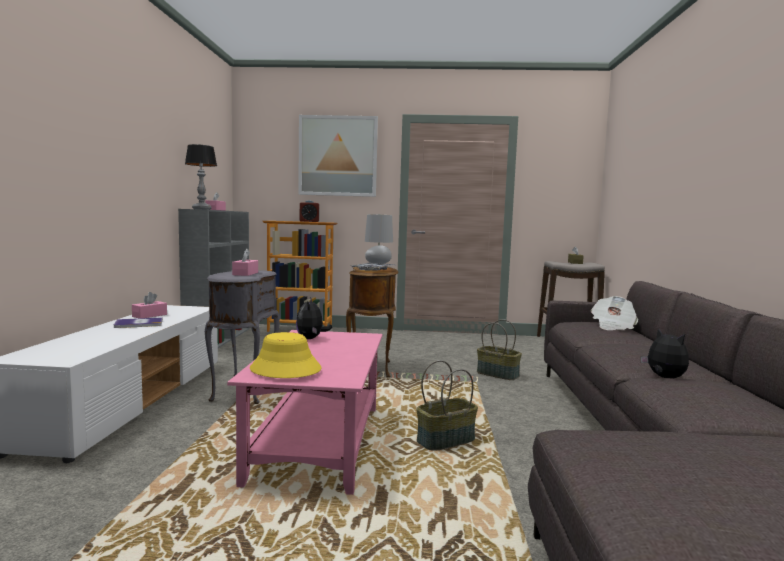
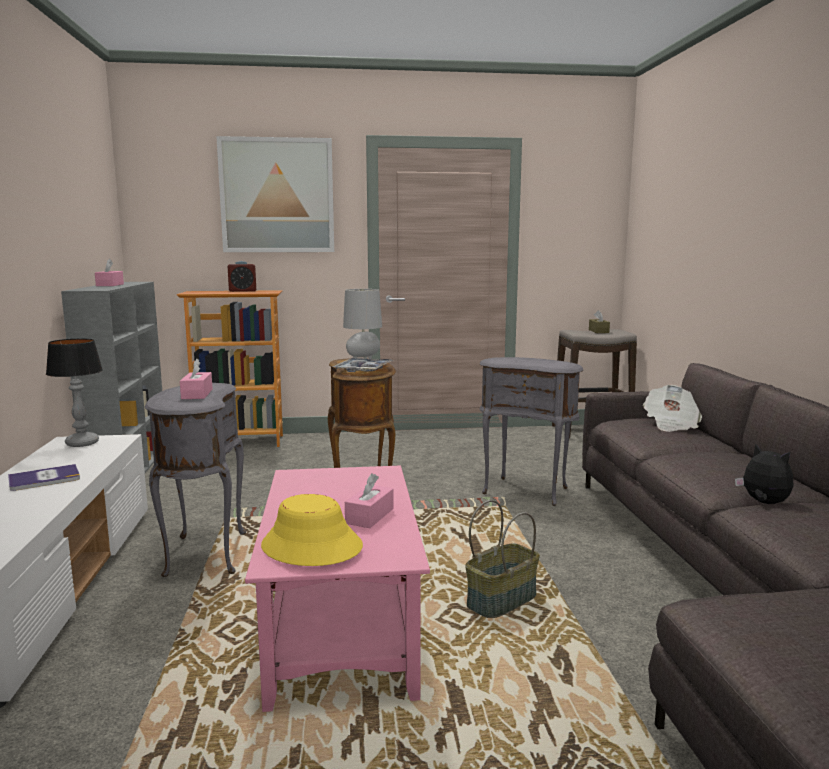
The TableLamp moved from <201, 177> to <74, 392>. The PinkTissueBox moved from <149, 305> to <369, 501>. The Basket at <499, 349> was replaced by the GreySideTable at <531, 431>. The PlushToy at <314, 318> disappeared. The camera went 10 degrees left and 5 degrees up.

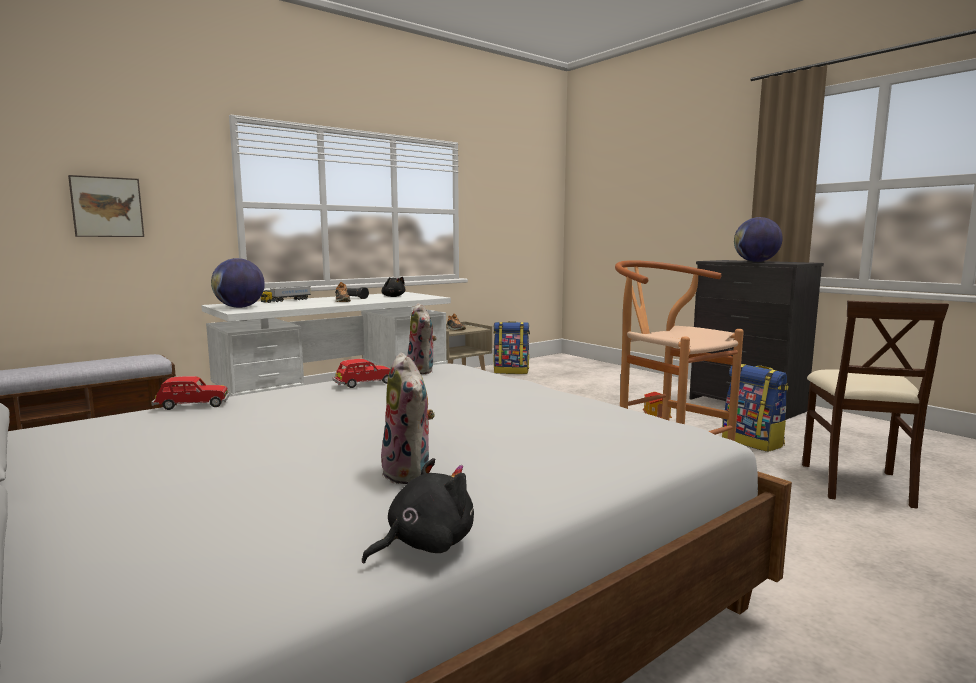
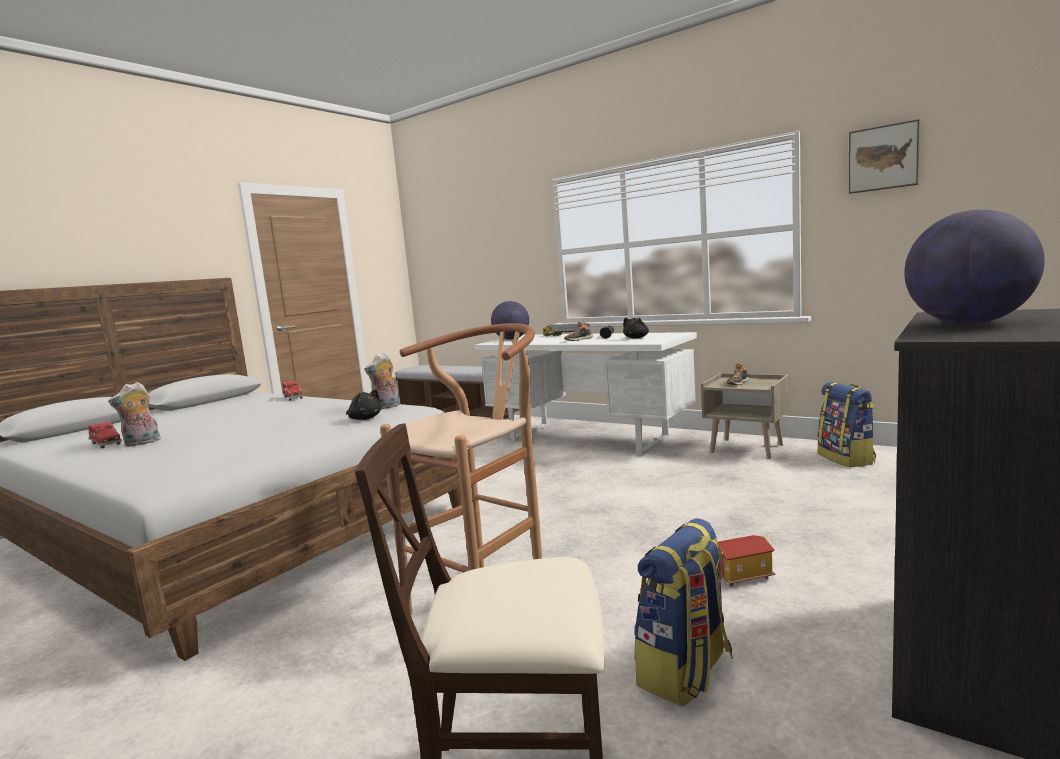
The RedToyCar moved from <361, 373> to <105, 435>. The BlackPlushToy moved from <418, 510> to <364, 404>. The Picture moved from <106, 206> to <884, 156>. The camera went 75 degrees right and 0 degrees up.

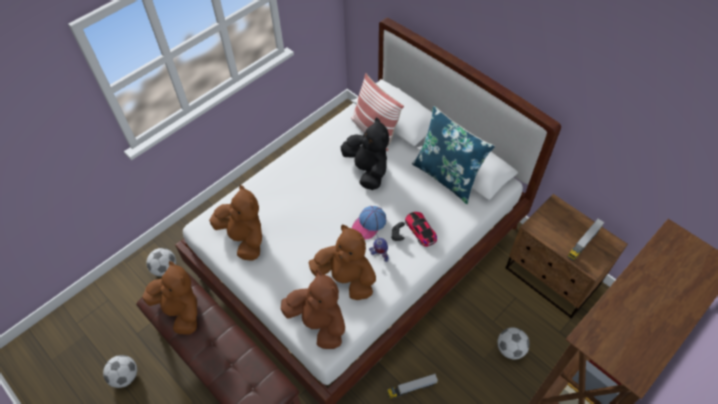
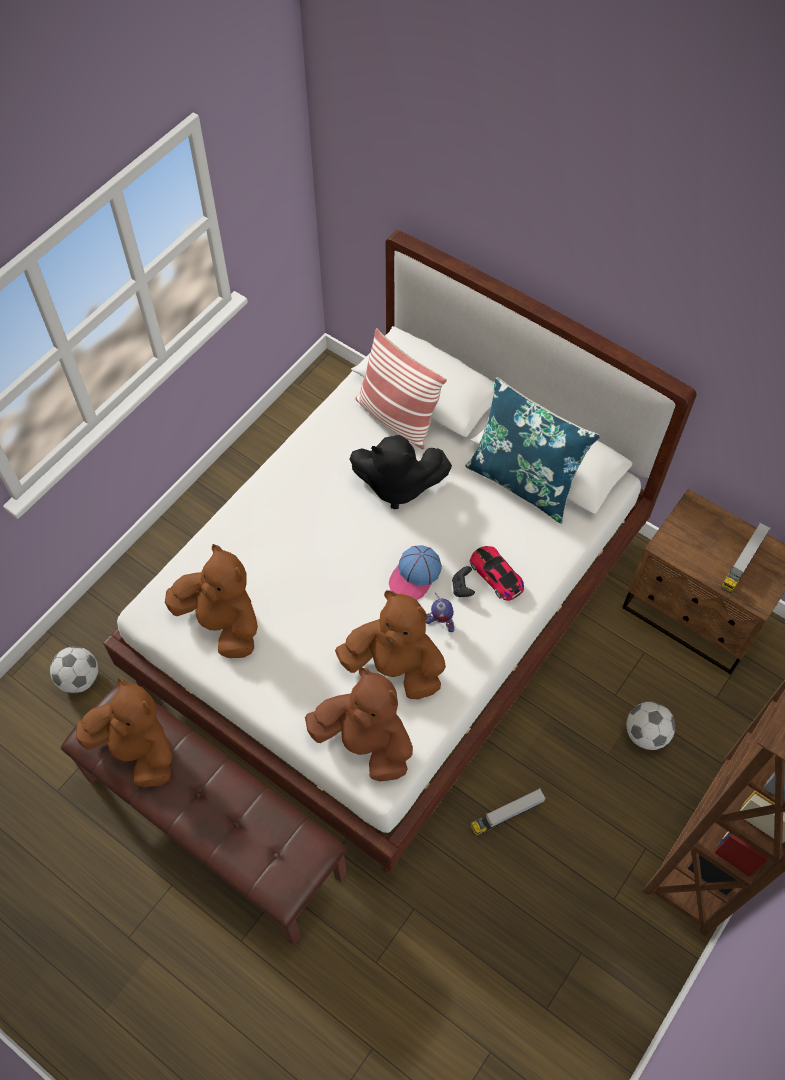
The BlackPlushToy at <365, 153> turned 135 degrees clockwise. The Football at <120, 371> disappeared. The camera went 10 degrees left and 5 degrees up.

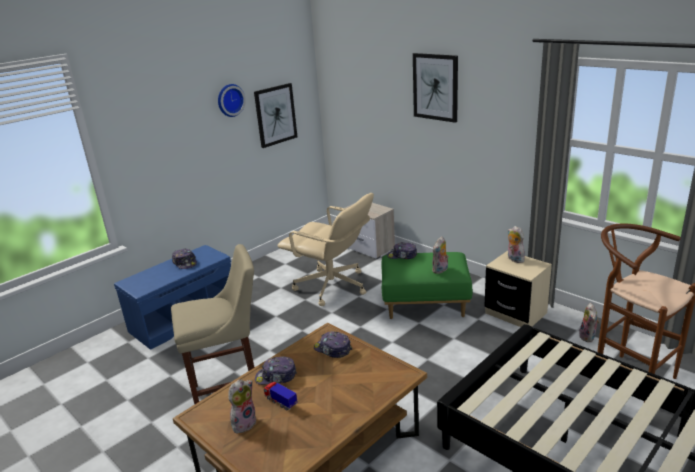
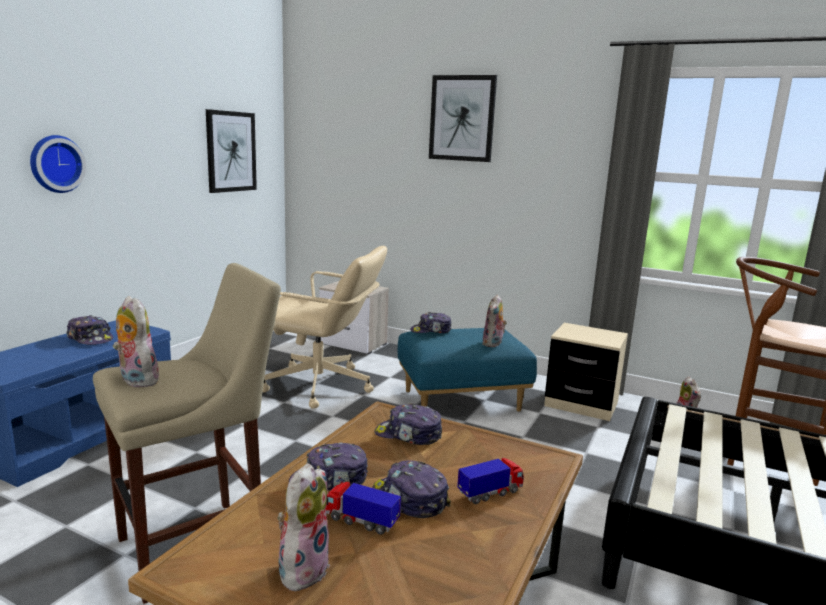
The WallClock moved from <232, 100> to <58, 164>. The PlushToy moved from <516, 244> to <136, 342>. The Cap at <411, 489> appeared. The GreenOttoman at <427, 285> became the BlueOttoman at <467, 370>. The ToyTruck at <490, 481> appeared. The camera went 20 degrees left and 10 degrees down.

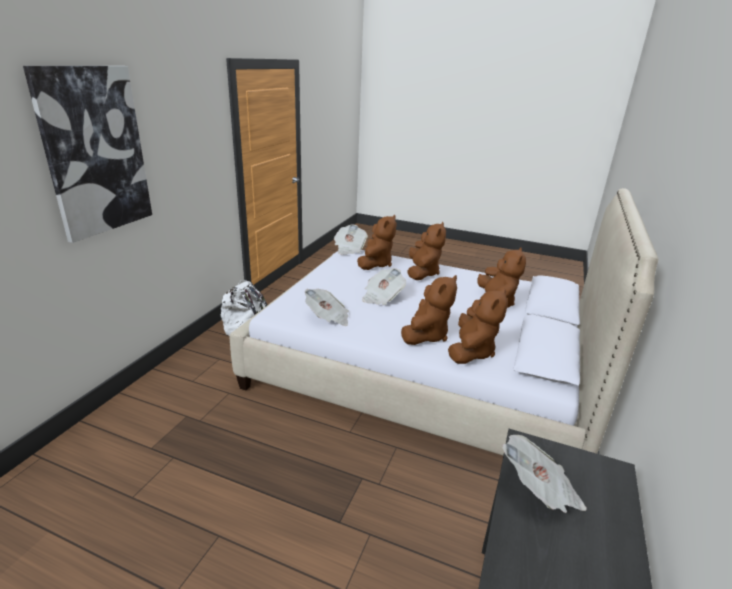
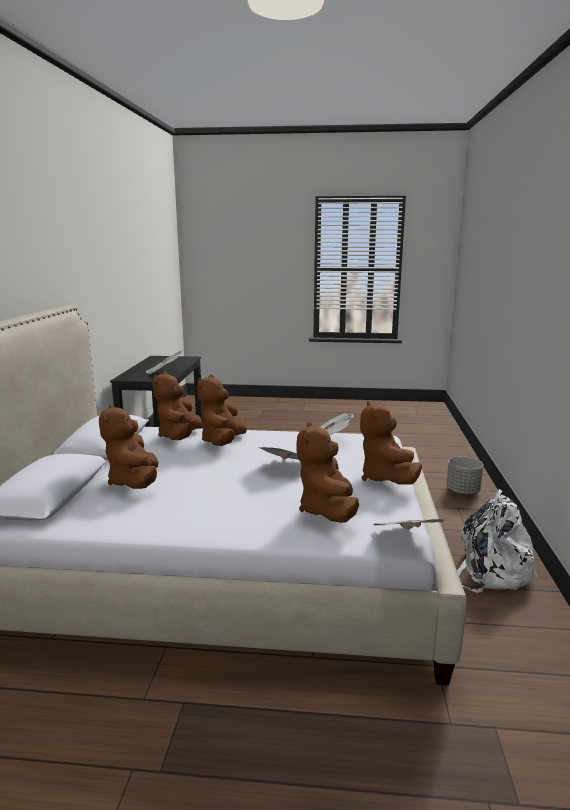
The BrownPlushToy moved from <426, 251> to <391, 443>. The GreyPlanter at <464, 475> appeared. The Picture at <87, 154> disappeared. The camera went 165 degrees right and 10 degrees down.

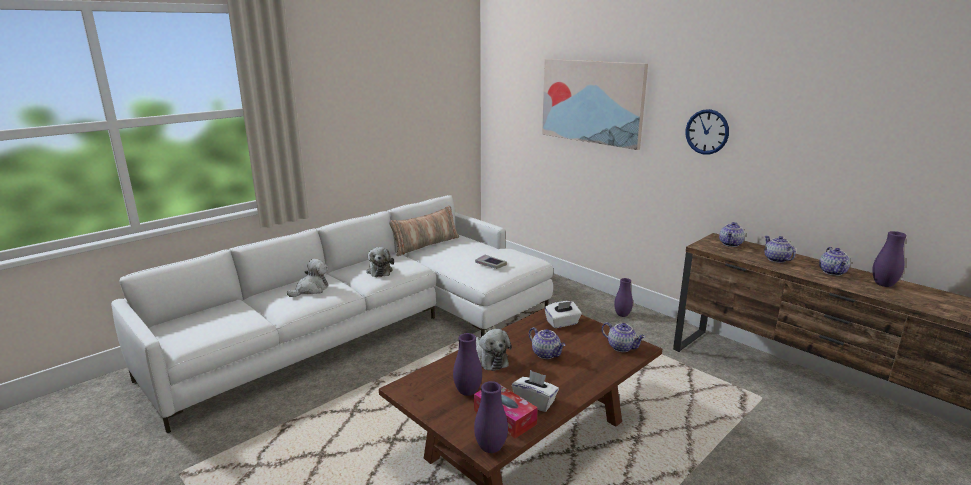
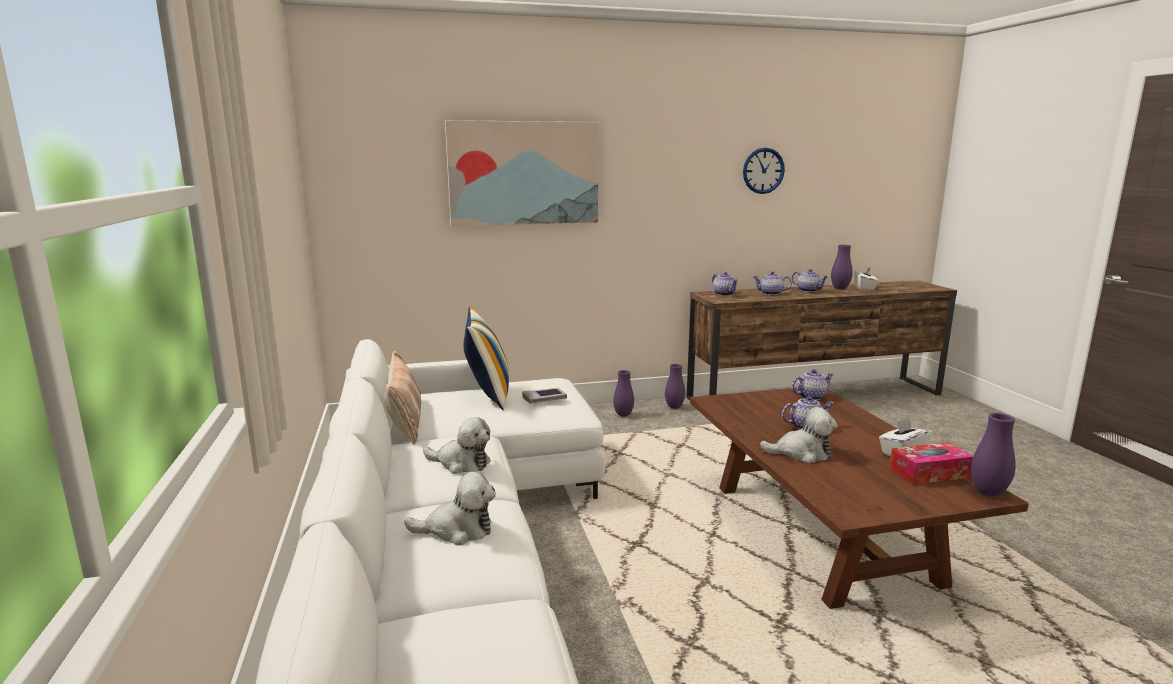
The PlushToy at <307, 278> turned 105 degrees clockwise. The Pillow at <486, 358> appeared. The PurpleVase moved from <467, 364> to <675, 386>. The WallClock moved from <707, 131> to <764, 171>. The WhiteTissueBox moved from <563, 314> to <866, 278>. The camera went 60 degrees left and 5 degrees down.

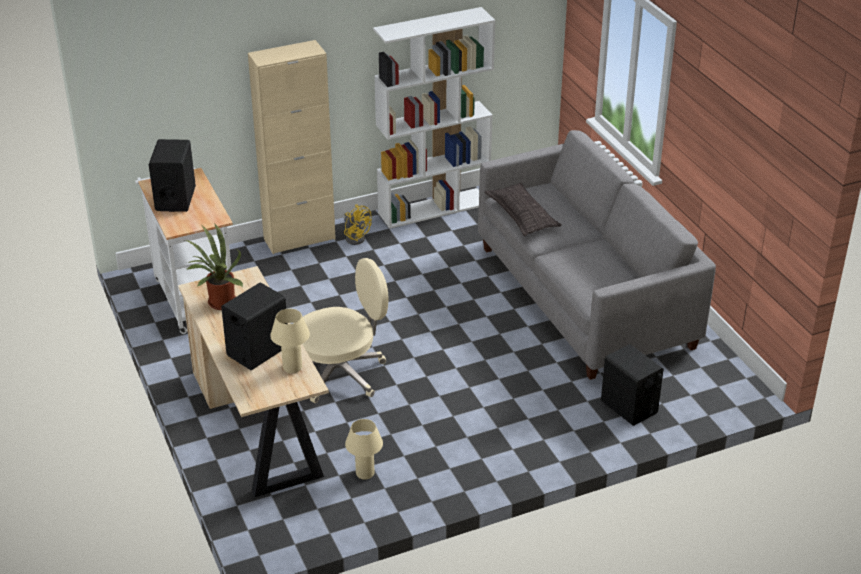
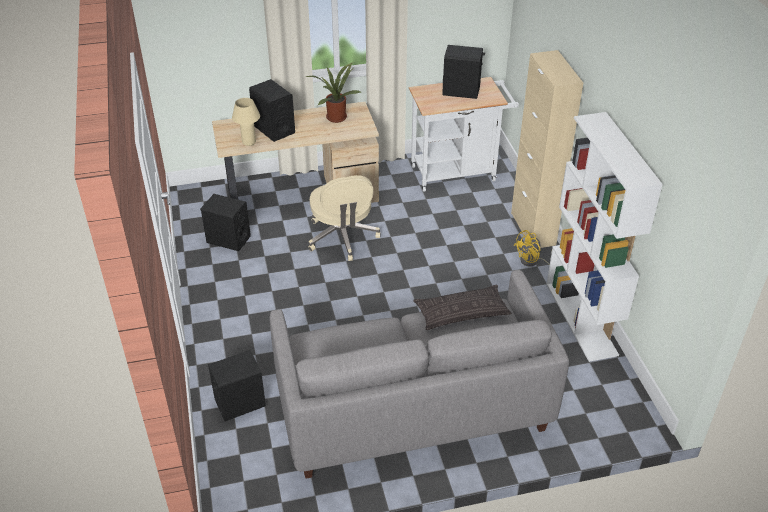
The BeigeTableLamp at <364, 449> was replaced by the BlackSpeaker at <225, 222>. The camera went 100 degrees right and 5 degrees up.

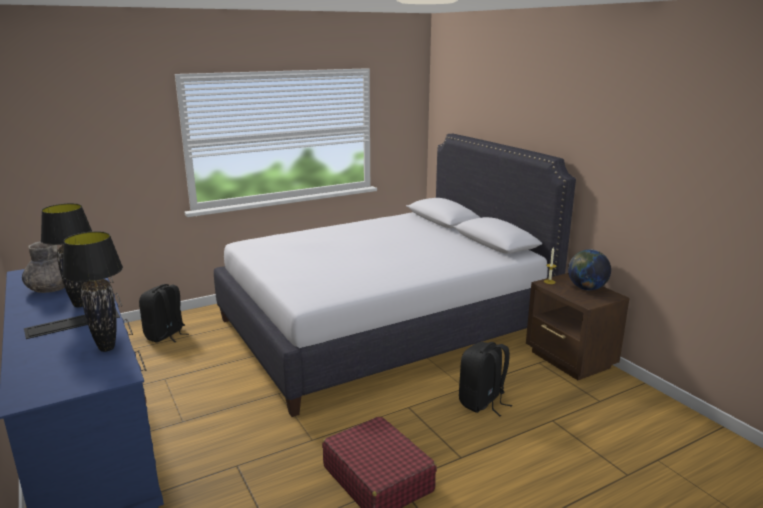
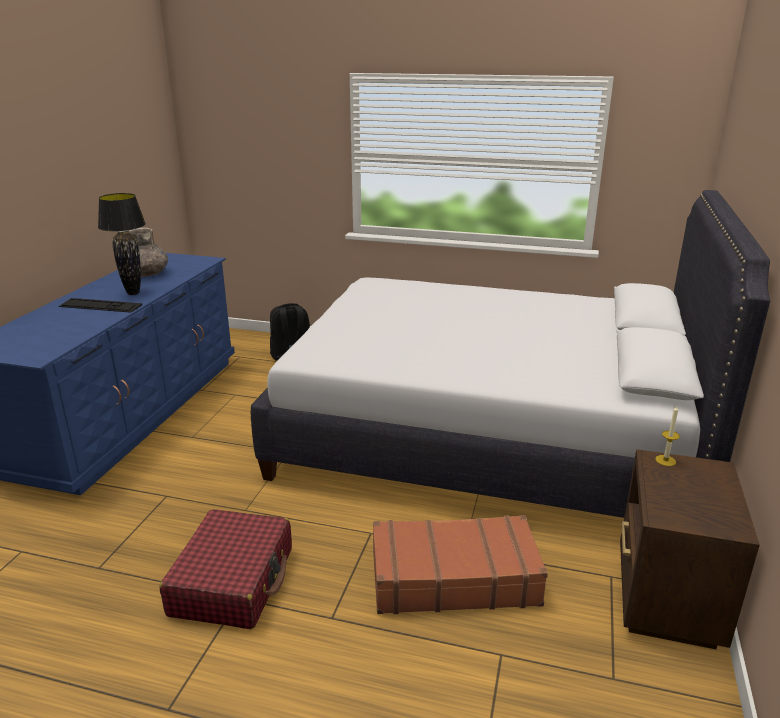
The BlackBackpack at <485, 379> was replaced by the BrownSuitcase at <460, 564>. The BlackTableLamp at <92, 291> disappeared. The Globe at <589, 269> disappeared. The camera went 45 degrees right and 5 degrees up.

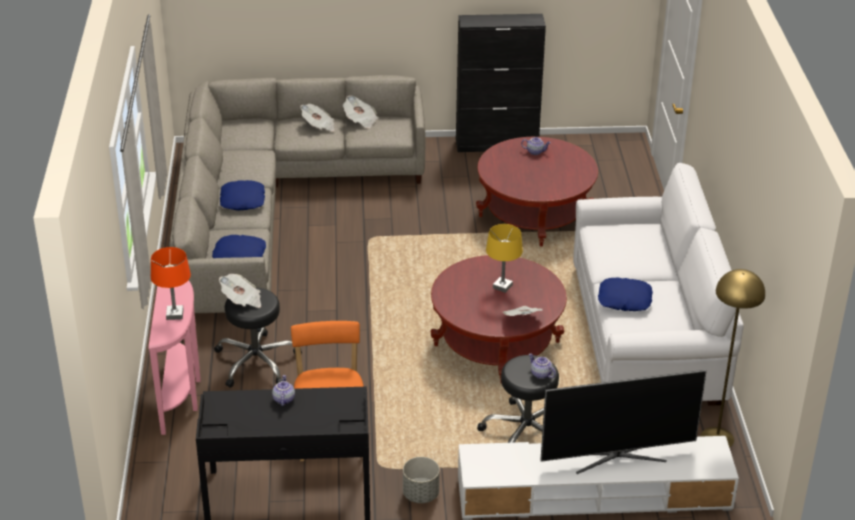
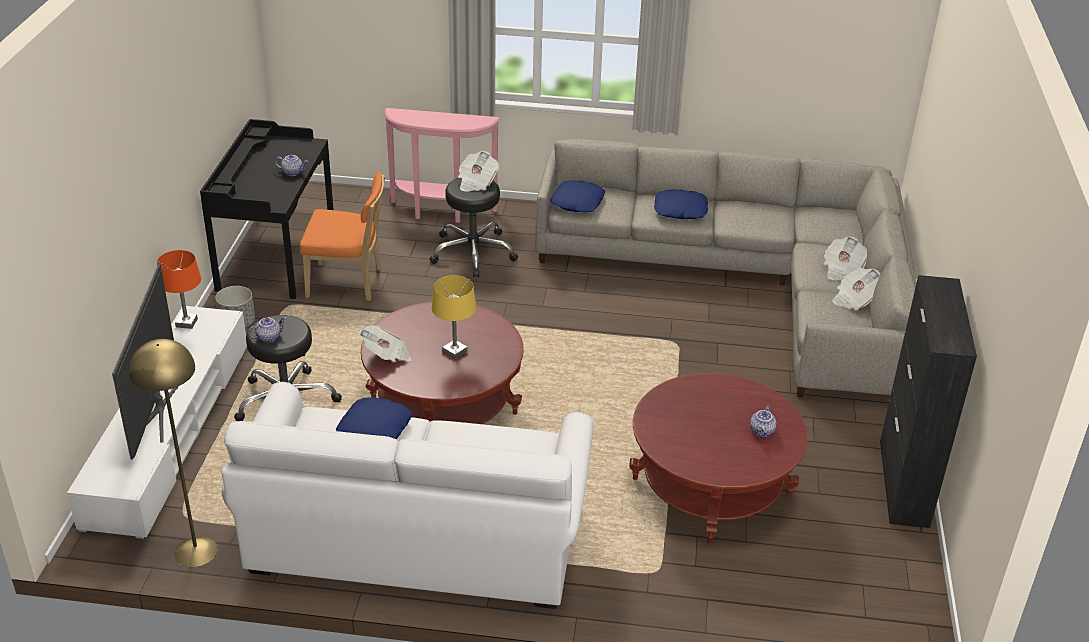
The OrangeTableLamp moved from <171, 283> to <179, 289>. The camera went 100 degrees right and 0 degrees up.

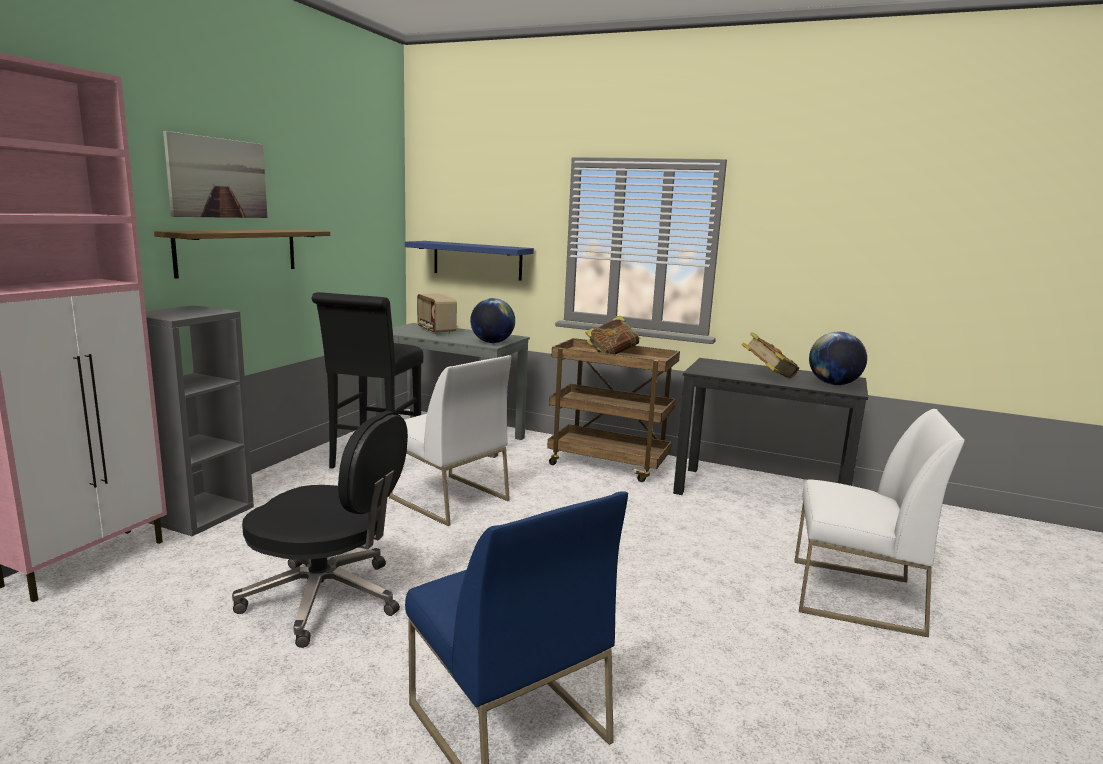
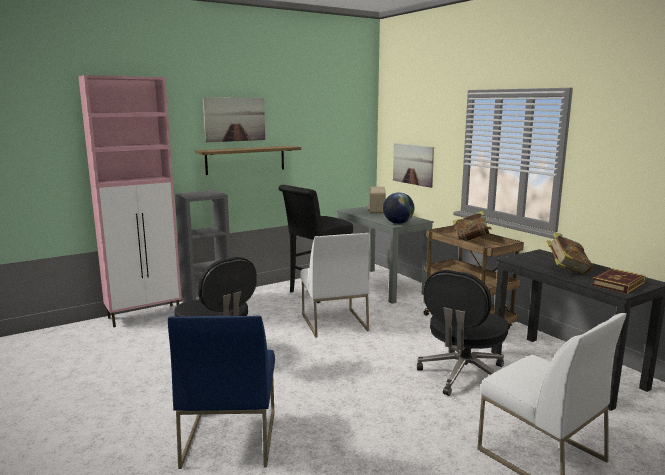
The BlueShelf at <469, 261> was replaced by the Picture at <413, 165>. The BlackOfficeChair at <462, 333> appeared. The Globe at <838, 358> was replaced by the Book at <619, 281>. The camera went 35 degrees right and 0 degrees up.

